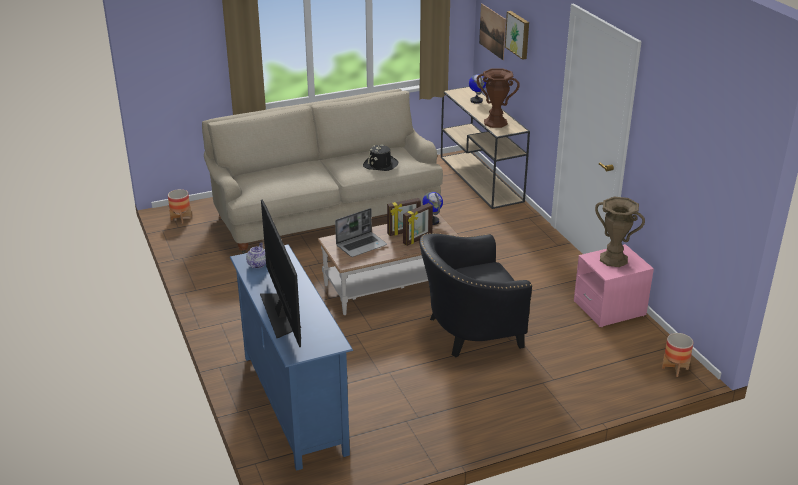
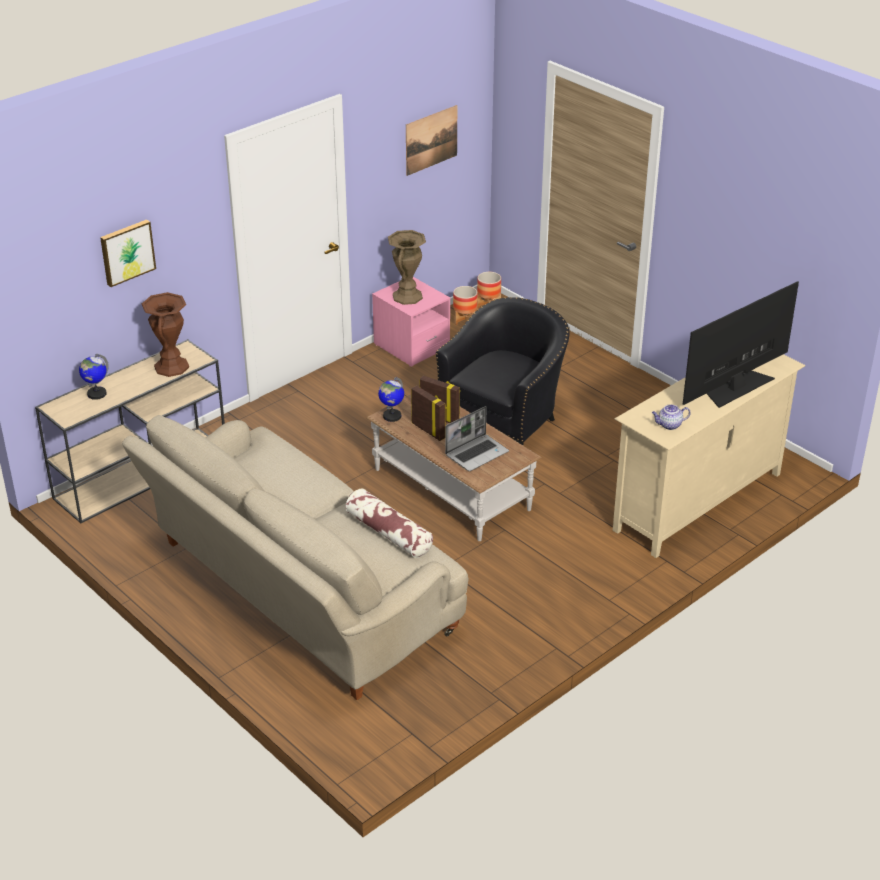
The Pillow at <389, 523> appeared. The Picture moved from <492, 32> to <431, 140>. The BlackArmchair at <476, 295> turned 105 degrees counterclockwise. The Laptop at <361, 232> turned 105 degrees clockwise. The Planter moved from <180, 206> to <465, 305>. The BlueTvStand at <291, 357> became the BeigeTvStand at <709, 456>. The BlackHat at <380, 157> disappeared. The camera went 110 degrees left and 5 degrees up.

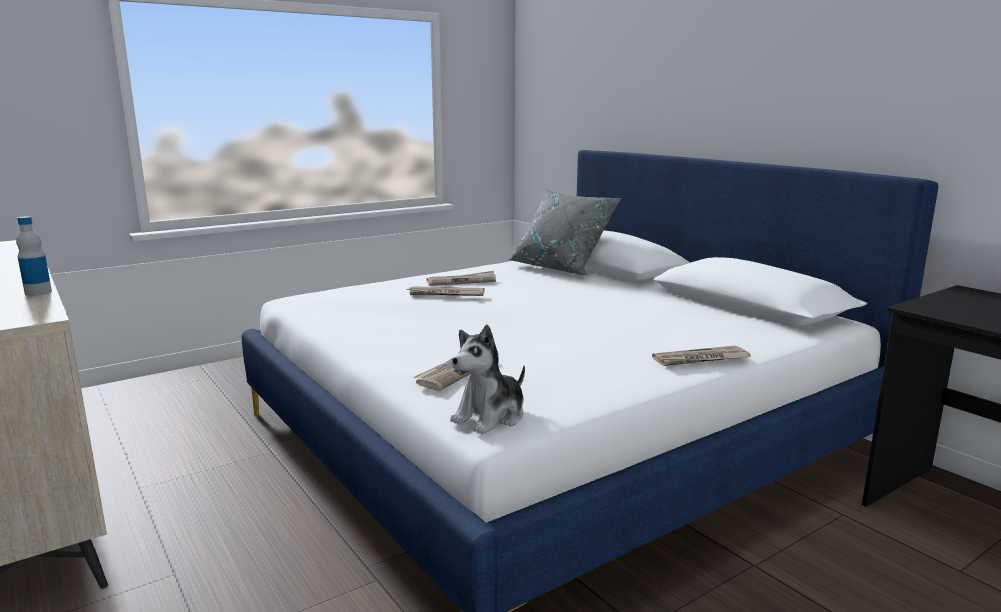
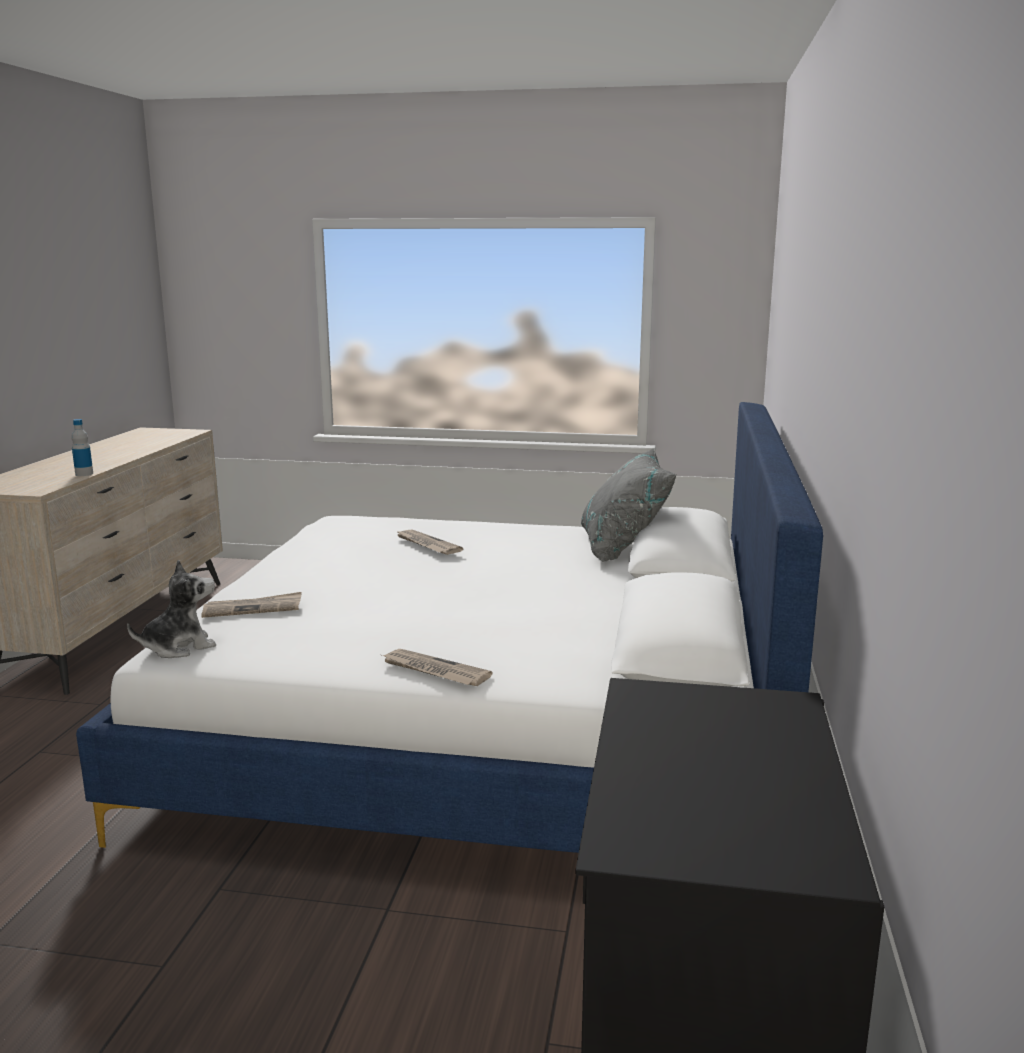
The PlushToy at <487, 379> turned 150 degrees clockwise. The Newspaper at <461, 278> disappeared. The camera went 45 degrees right and 0 degrees up.

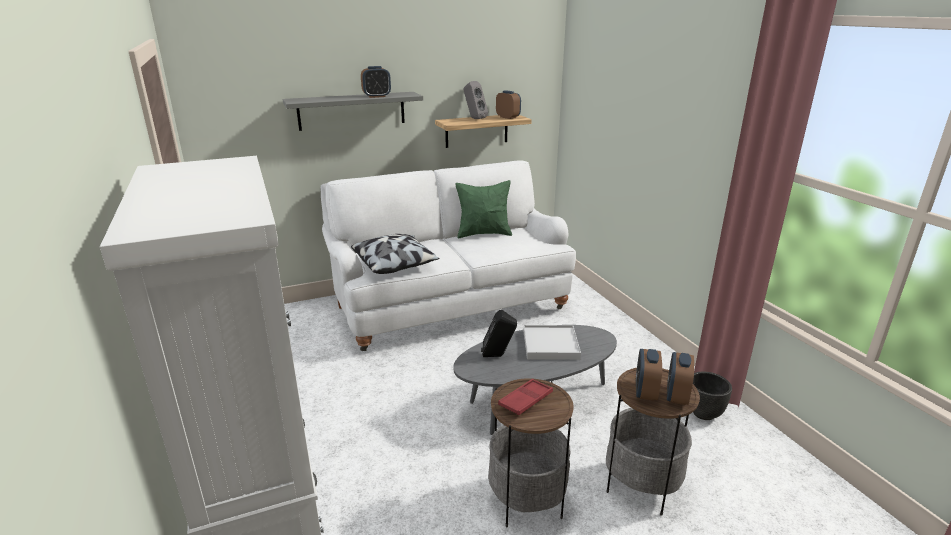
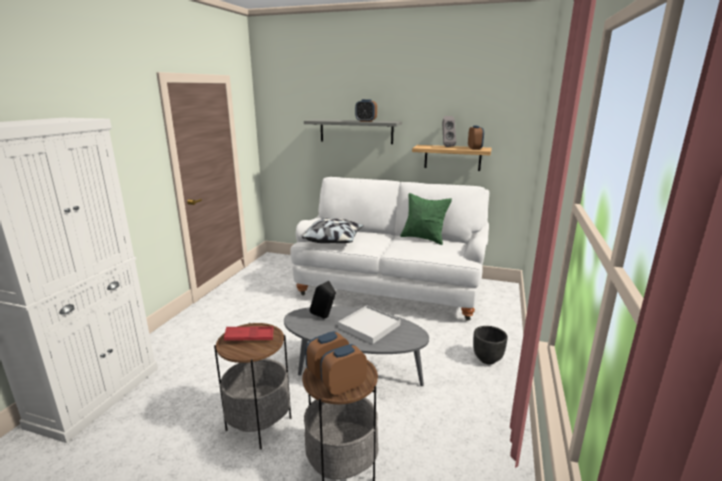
The BlackPlanter moved from <712, 396> to <490, 345>. The camera went 40 degrees right and 5 degrees down.

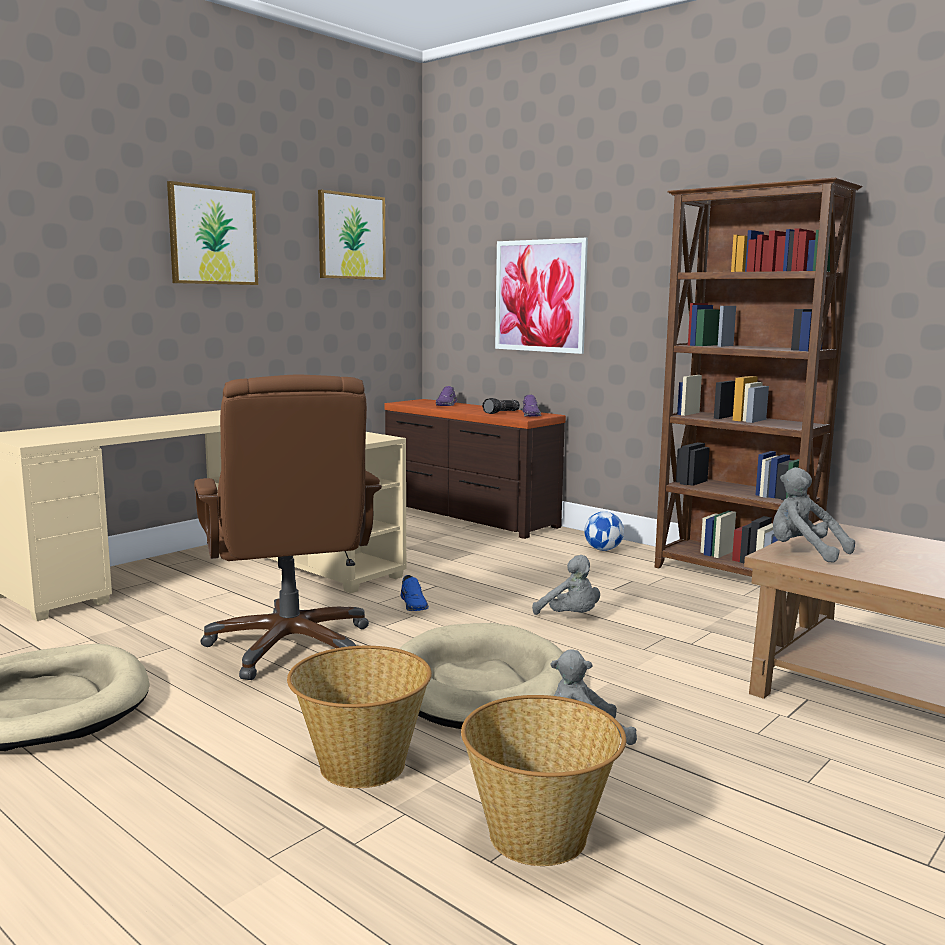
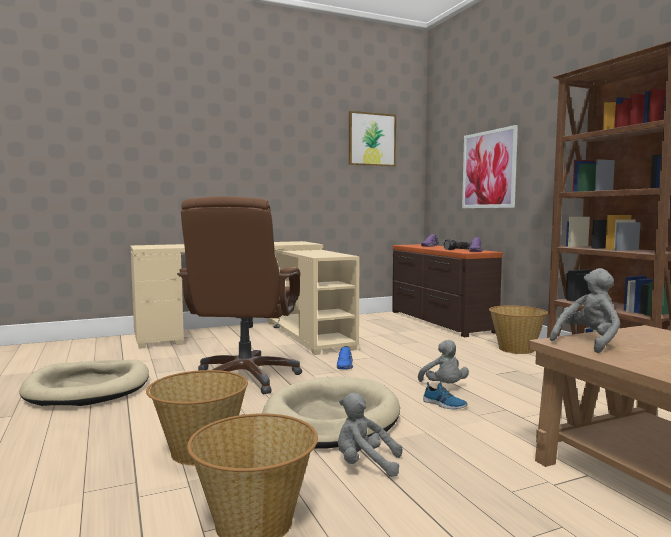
The Shoe at <445, 395> appeared. The Football at <604, 531> was replaced by the Basket at <518, 329>. The GreyPlushToy at <814, 515> turned 75 degrees clockwise. The Picture at <212, 233> disappeared. The camera went 25 degrees right and 5 degrees down.

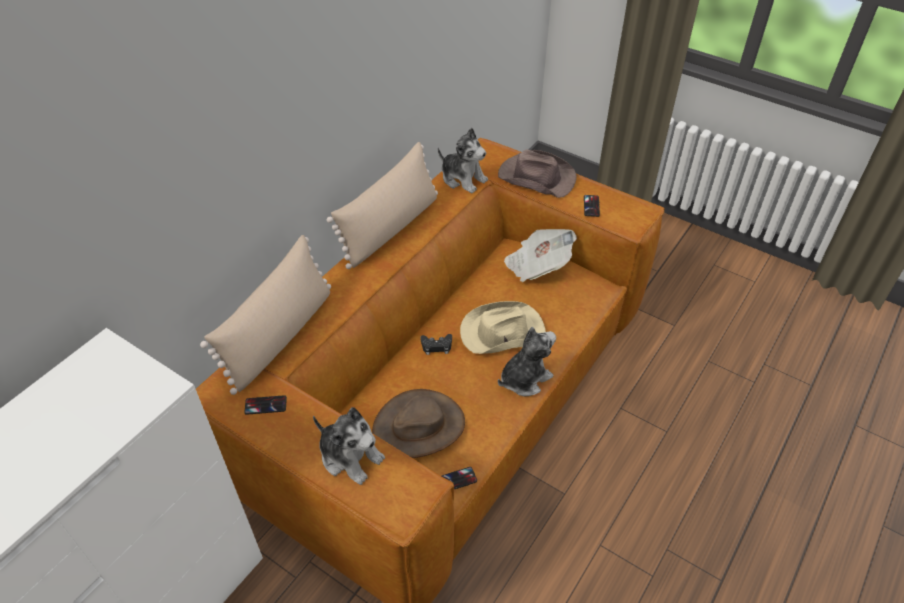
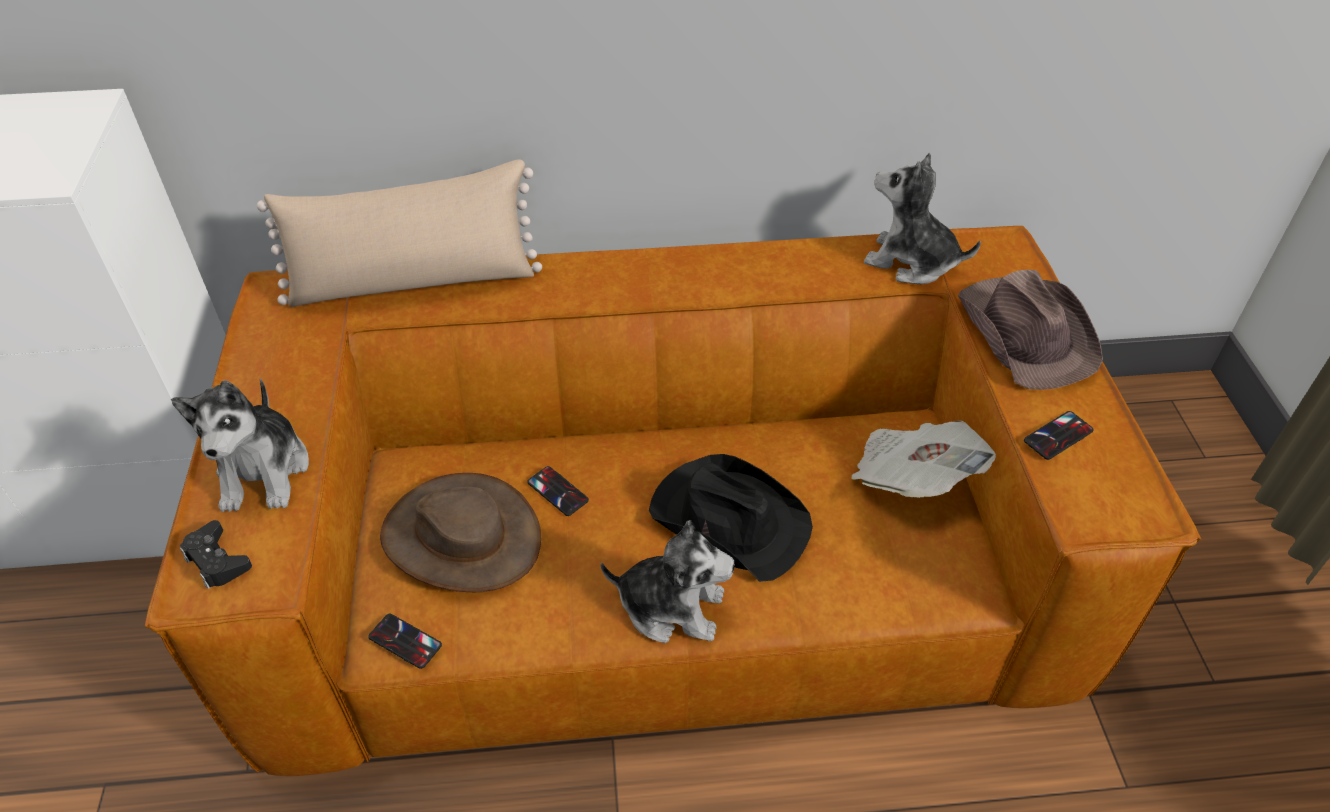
The BlackGameController moved from <436, 344> to <216, 554>. The Phone moved from <265, 405> to <558, 491>. The BeigeHat at <503, 327> became the BlackHat at <731, 518>. The PlushToy at <463, 160> turned 120 degrees clockwise. The BeigePillow at <382, 205> disappeared. The camera went 50 degrees right and 0 degrees up.

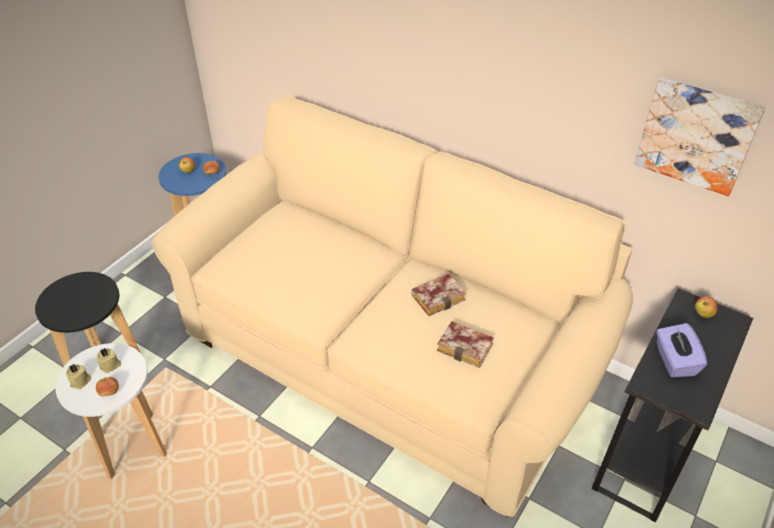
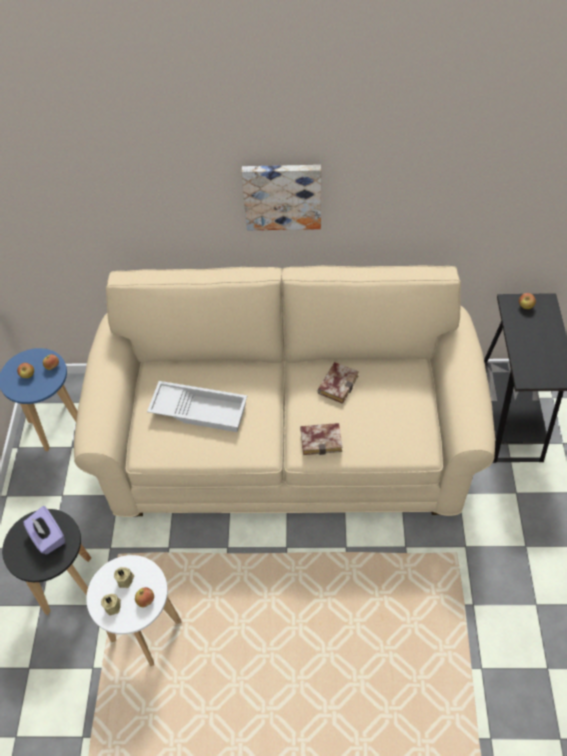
The PurpleTissueBox moved from <681, 350> to <44, 530>. The WhiteTray at <197, 406> appeared. The Picture moved from <700, 137> to <281, 197>. The Book moved from <465, 344> to <321, 439>. The camera went 30 degrees left and 10 degrees up.

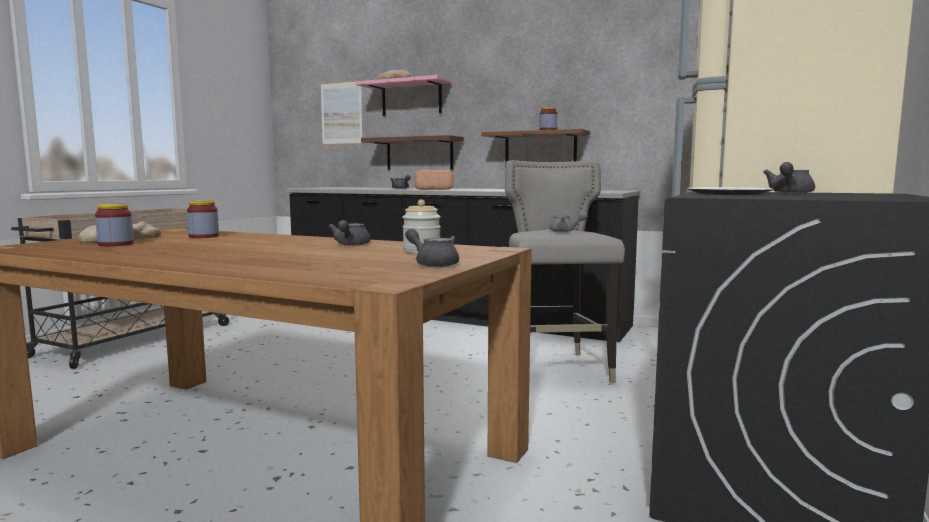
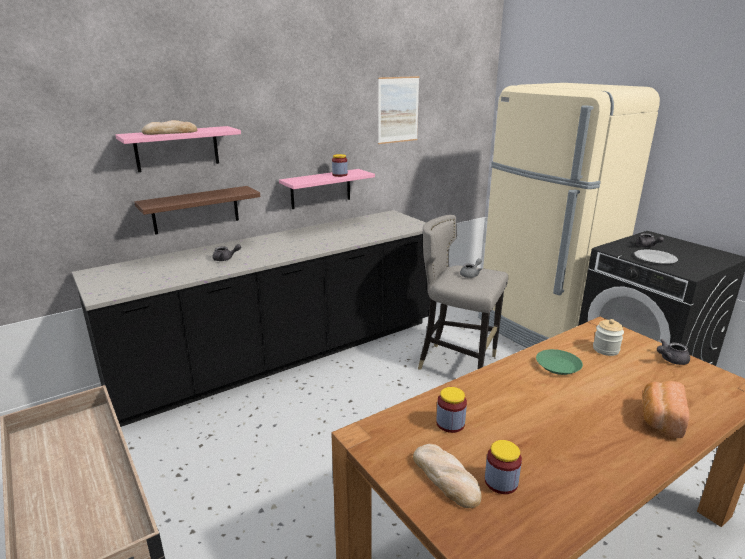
The BrownShelf at <535, 148> became the PinkShelf at <327, 189>. The Picture moved from <341, 112> to <399, 110>. The GreyTeapot at <349, 232> was replaced by the GreenPlate at <559, 362>. The Bread moved from <434, 180> to <666, 409>. The camera went 60 degrees left and 15 degrees up.

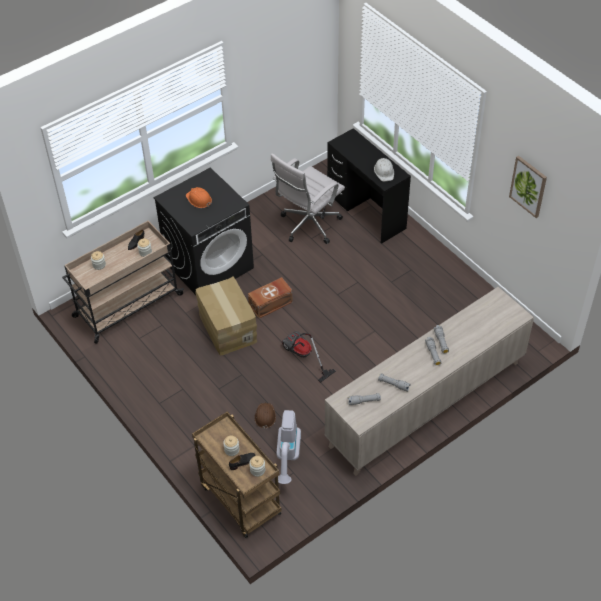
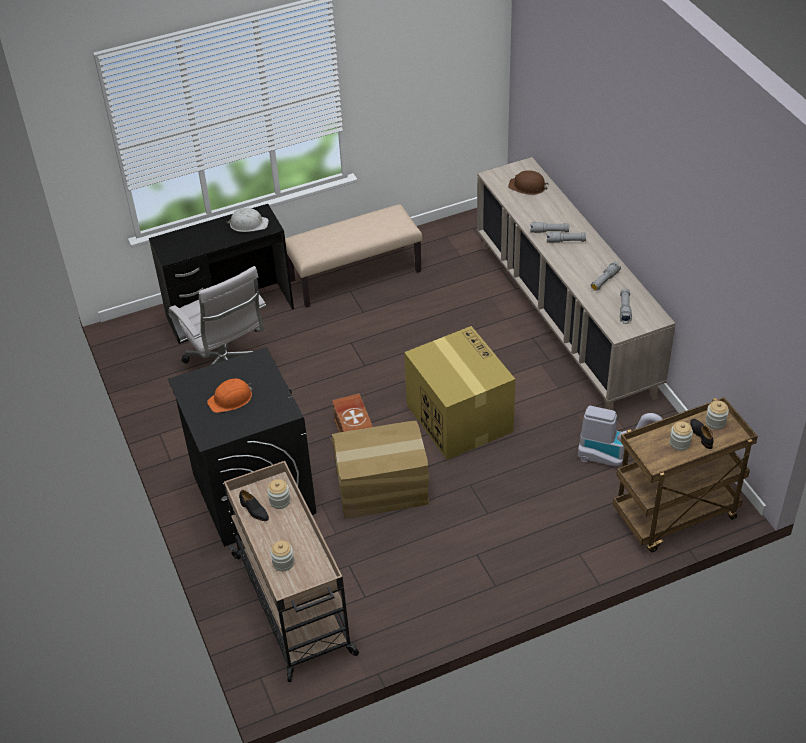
The BeigeBench at <353, 256> appeared. The VacuumCleaner at <308, 357> was replaced by the CardboardBox at <459, 393>. The BrownHardHat moved from <265, 416> to <528, 182>. The Picture at <528, 187> disappeared. The camera went 75 degrees left and 5 degrees down.

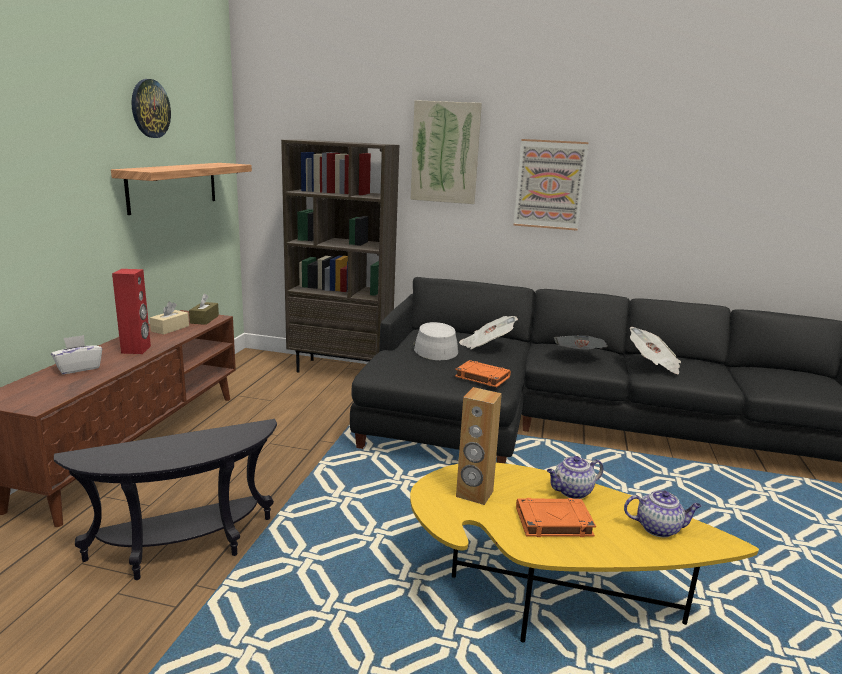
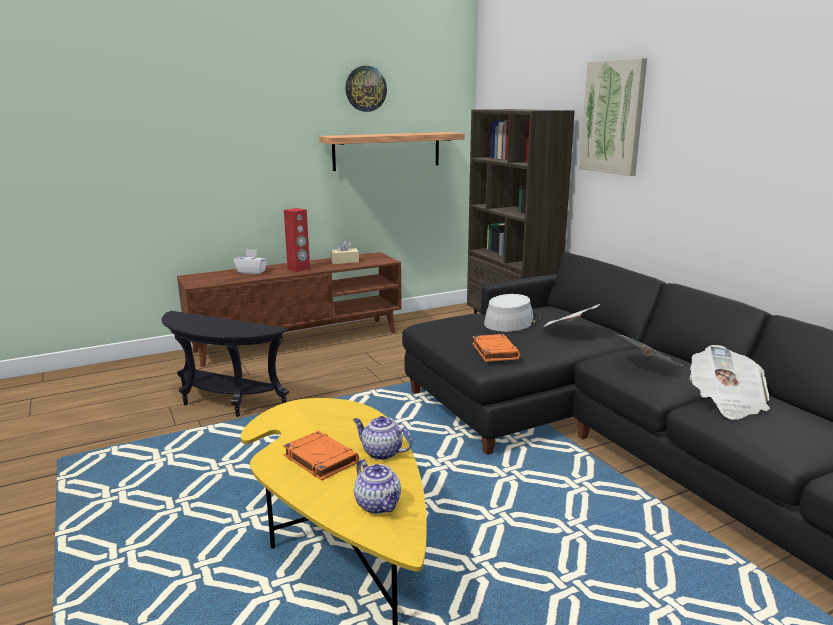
The BrownTissueBox at <204, 309> disappeared. The BrownSpeaker at <479, 446> disappeared. The Picture at <551, 185> disappeared. The camera went 50 degrees right and 0 degrees up.

